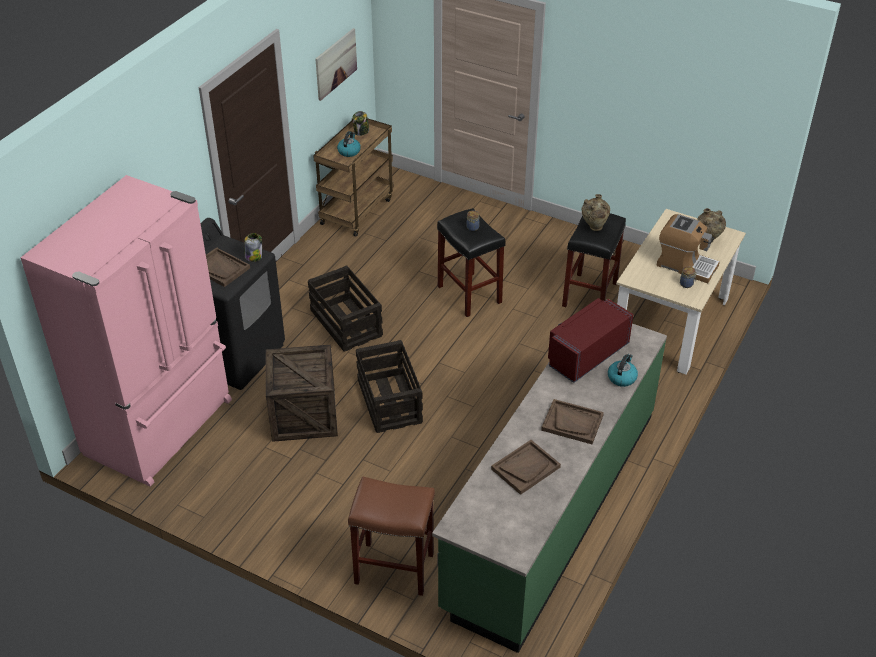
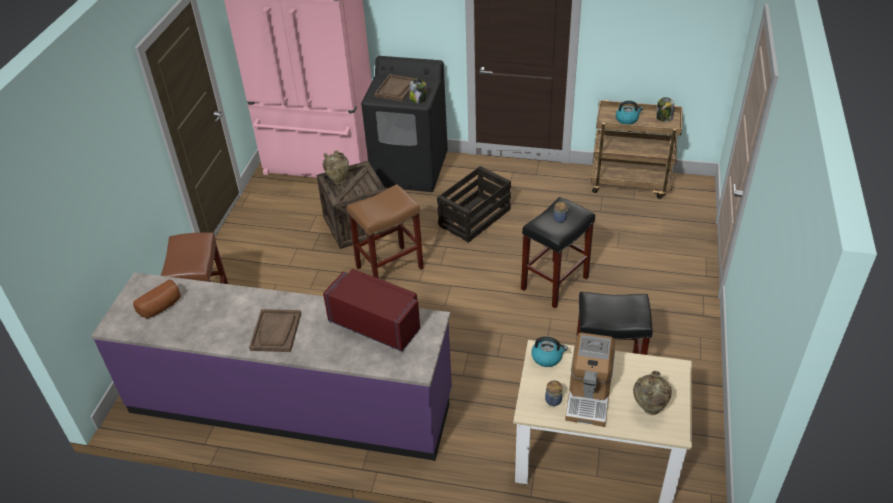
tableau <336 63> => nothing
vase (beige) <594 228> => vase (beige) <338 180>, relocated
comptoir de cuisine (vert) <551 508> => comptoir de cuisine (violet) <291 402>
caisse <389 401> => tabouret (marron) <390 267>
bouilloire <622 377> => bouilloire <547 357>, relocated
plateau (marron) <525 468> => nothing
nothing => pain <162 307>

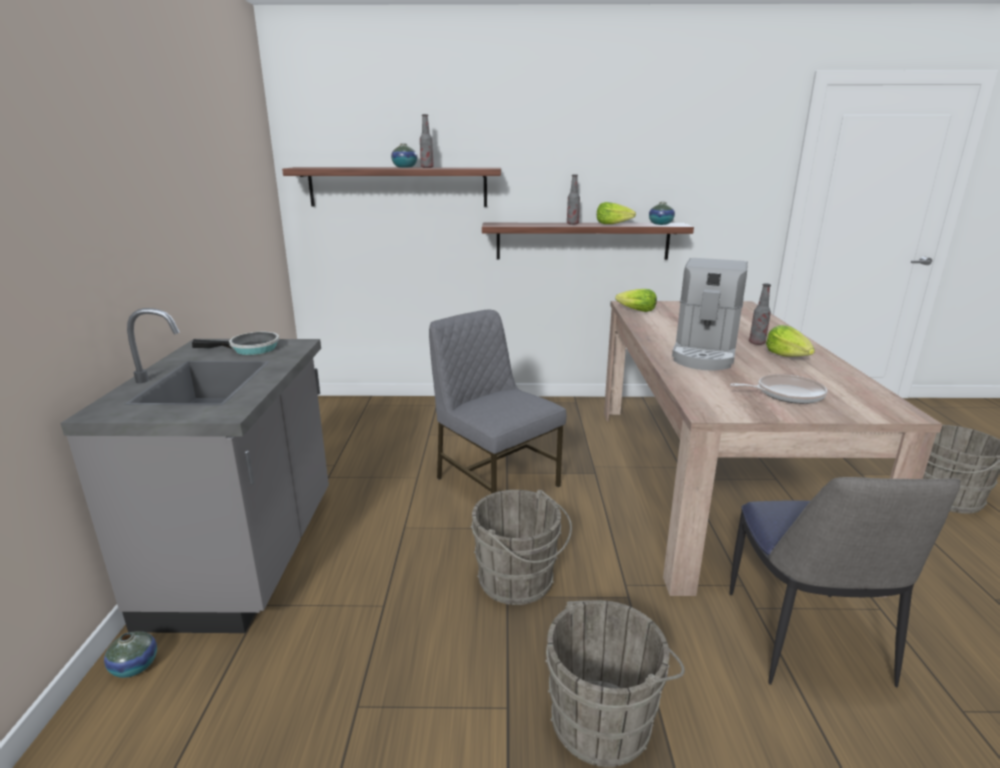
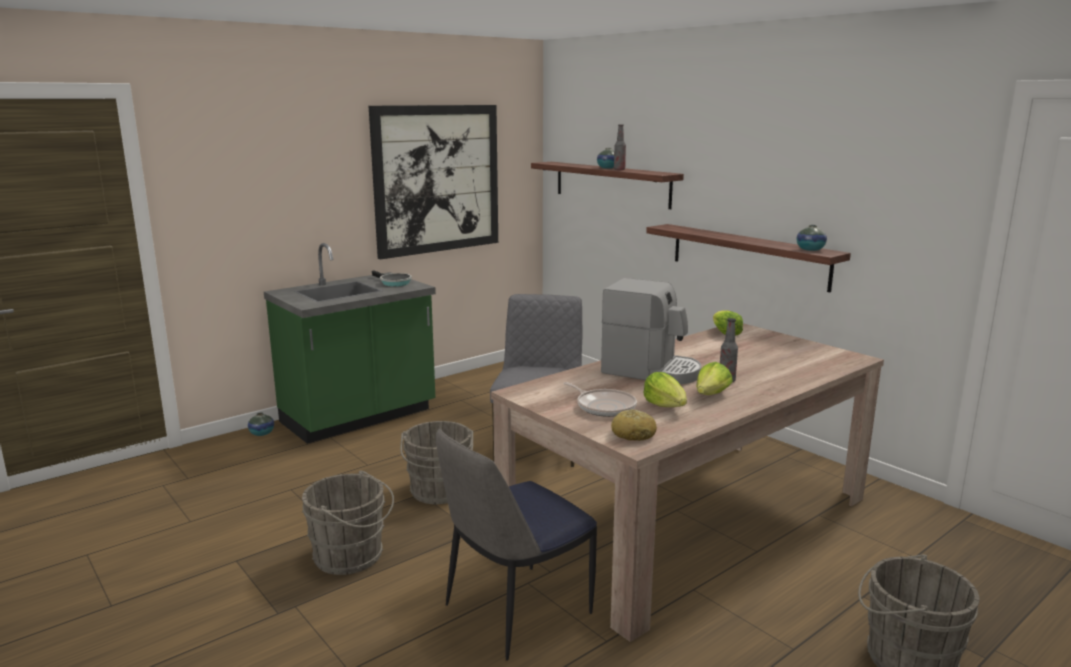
bouteille <572 224> => nothing
laitue <613 224> => laitue <666 406>, relocated
machine à café <704 354> => machine à café <651 371>, 135 degrees counterclockwise
comptoir de cuisine (gris) <248 558> => comptoir de cuisine (vert) <359 417>
nothing => tableau <437 179>
nothing => pain <633 434>

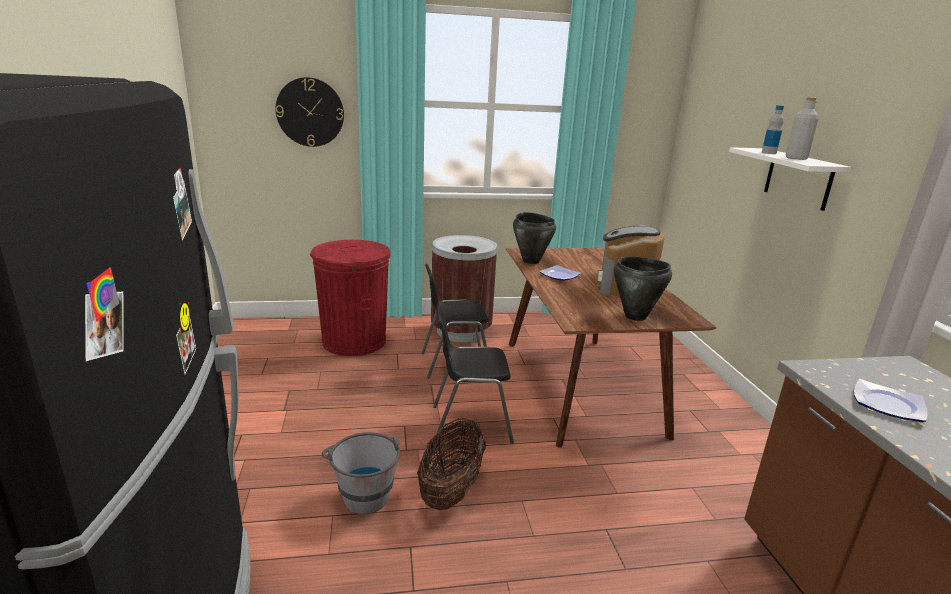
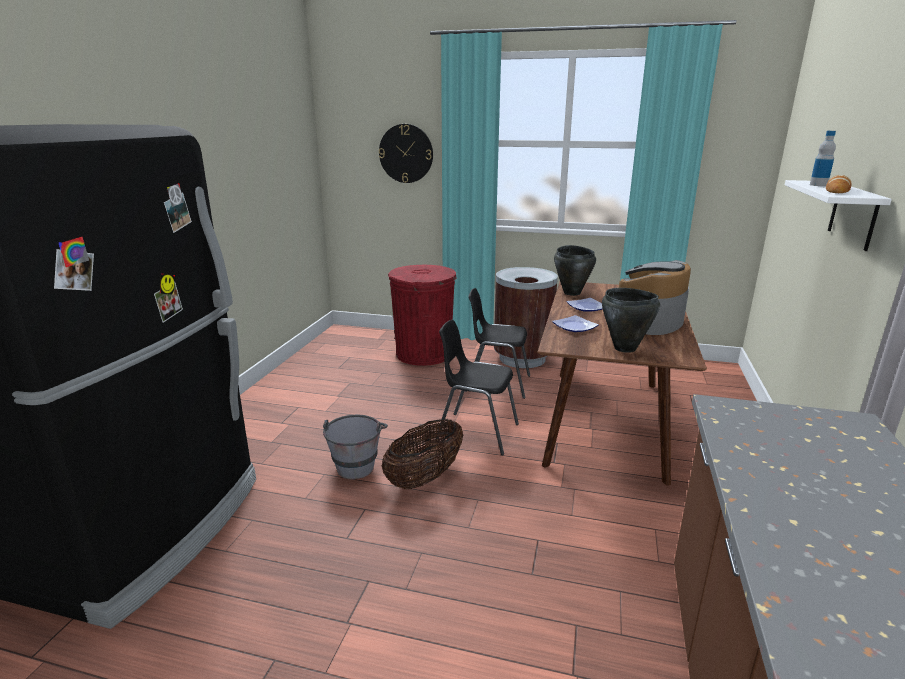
bouteille (gris) <796 158> => pain <837 190>
assiette <886 404> => assiette <574 326>, relocated

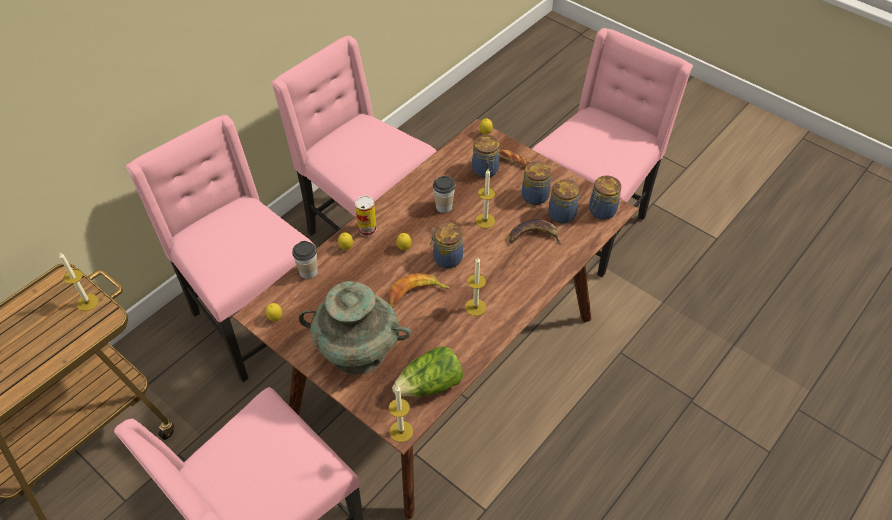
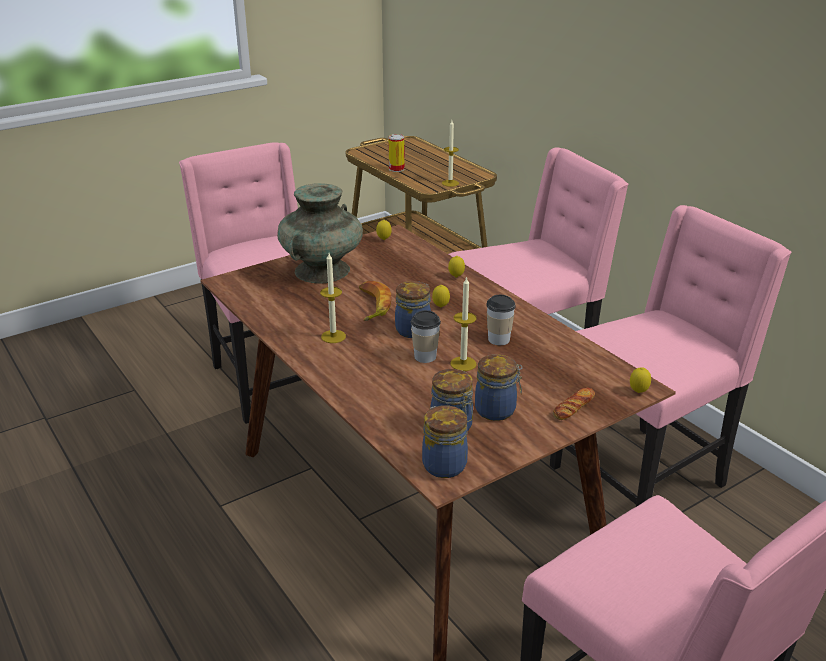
bocal <485 170> => nothing
boîte métallique <367 229> => boîte métallique <396 169>, relocated
banane <533 236> => nothing
tasse <308 272> => tasse <425 356>, relocated
laitue <430 385> => nothing
bougie <401 431> => nothing

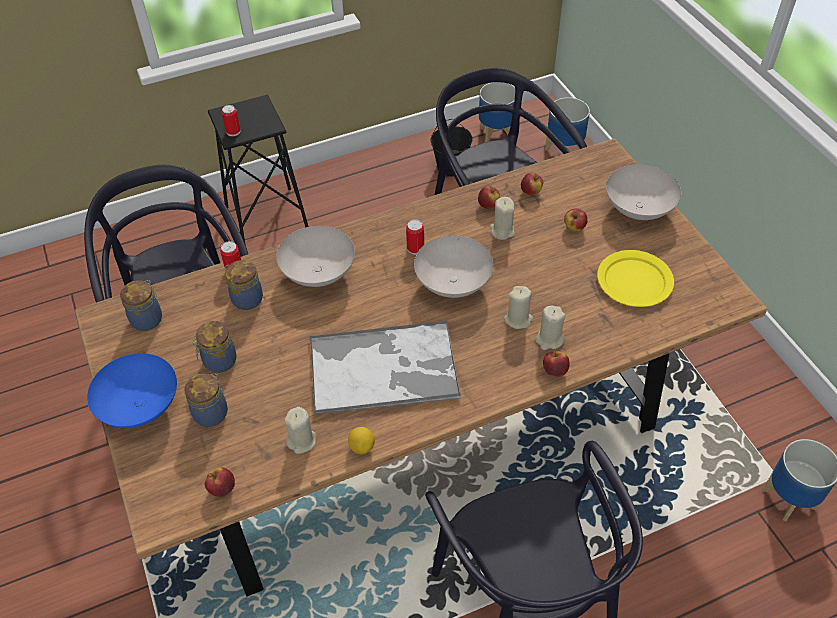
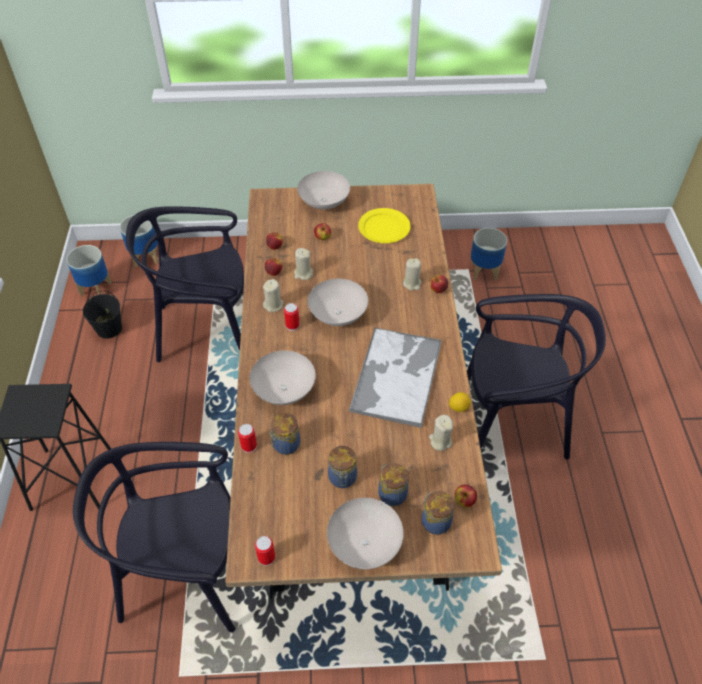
boîte métallique <233 131> => boîte métallique <266 557>, relocated
bocal <148 318> => bocal <435 521>, relocated
bougie (beige) <518 319> => bougie (beige) <273 305>, relocated
bol (bleu) <141 408> => bol (blanc) <366 544>

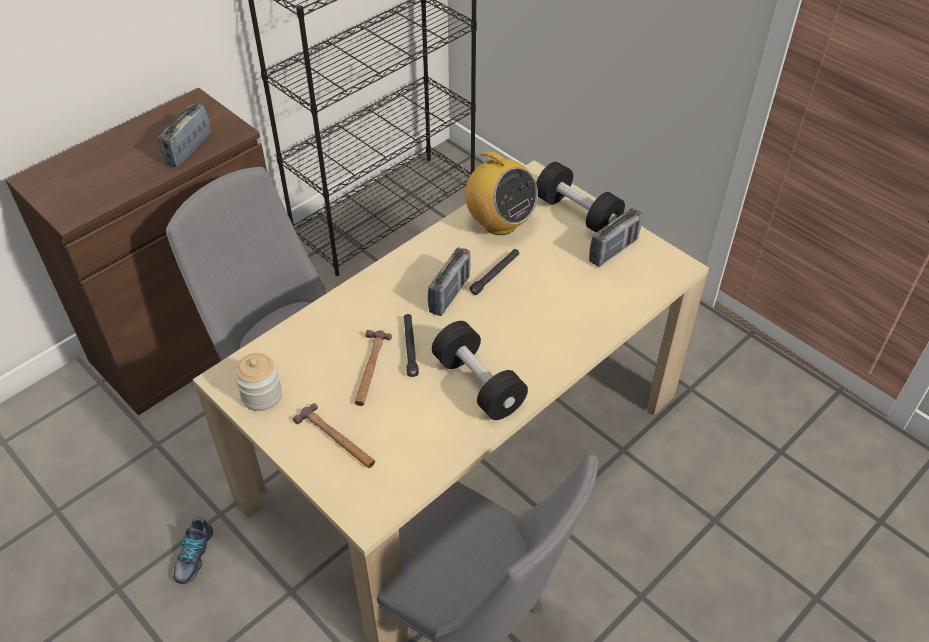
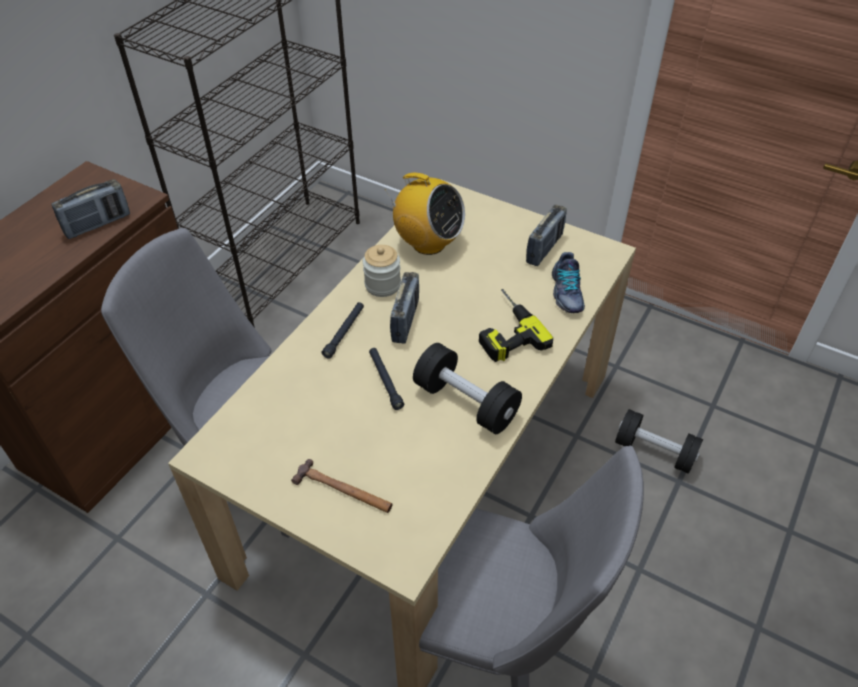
radio <189 149> => radio <98 224>, 135 degrees counterclockwise
haltère (noir) <577 213> => haltère (noir) <654 451>, relocated
lampe de poche (noir) <495 274> => lampe de poche (noir) <344 332>, relocated
marteau <369 369> => nothing
bocal <262 395> => bocal <382 285>, relocated
chaussure <193 555> => chaussure <566 293>, relocated
nothing => perceuse <504 330>

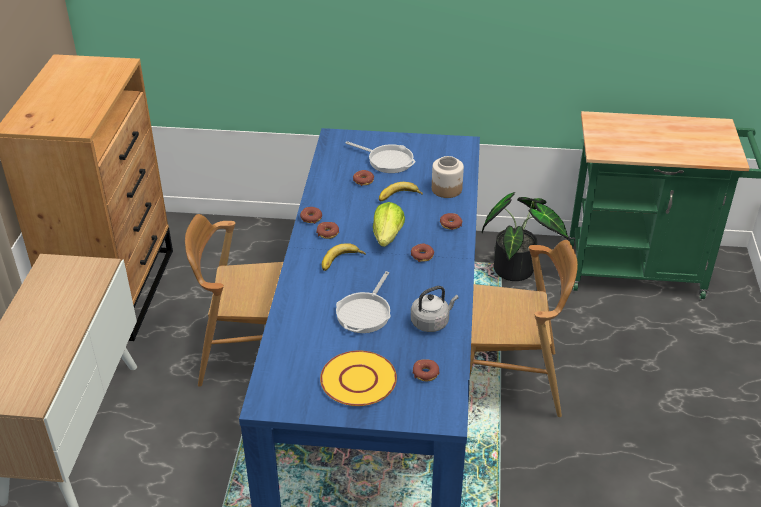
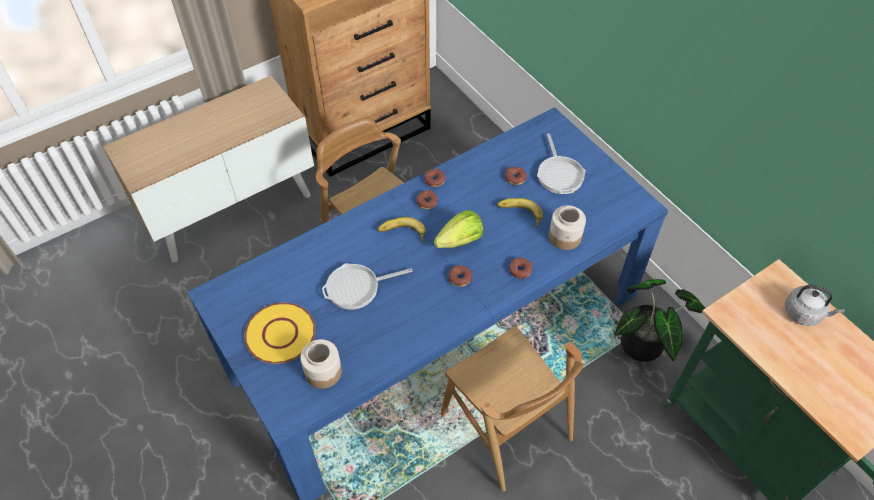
bouilloire (gris) <431 322> => bouilloire (gris) <804 313>, relocated
beignet <425 373> => bocal <323 372>

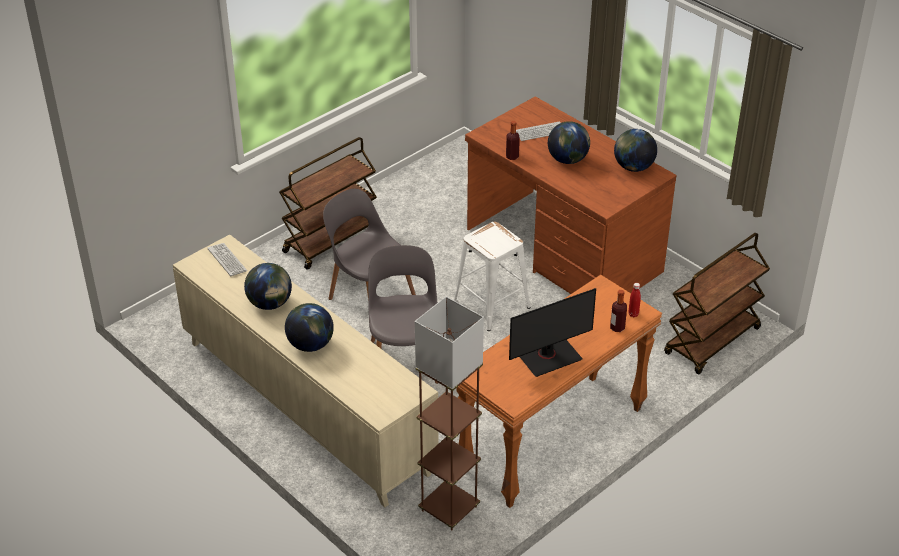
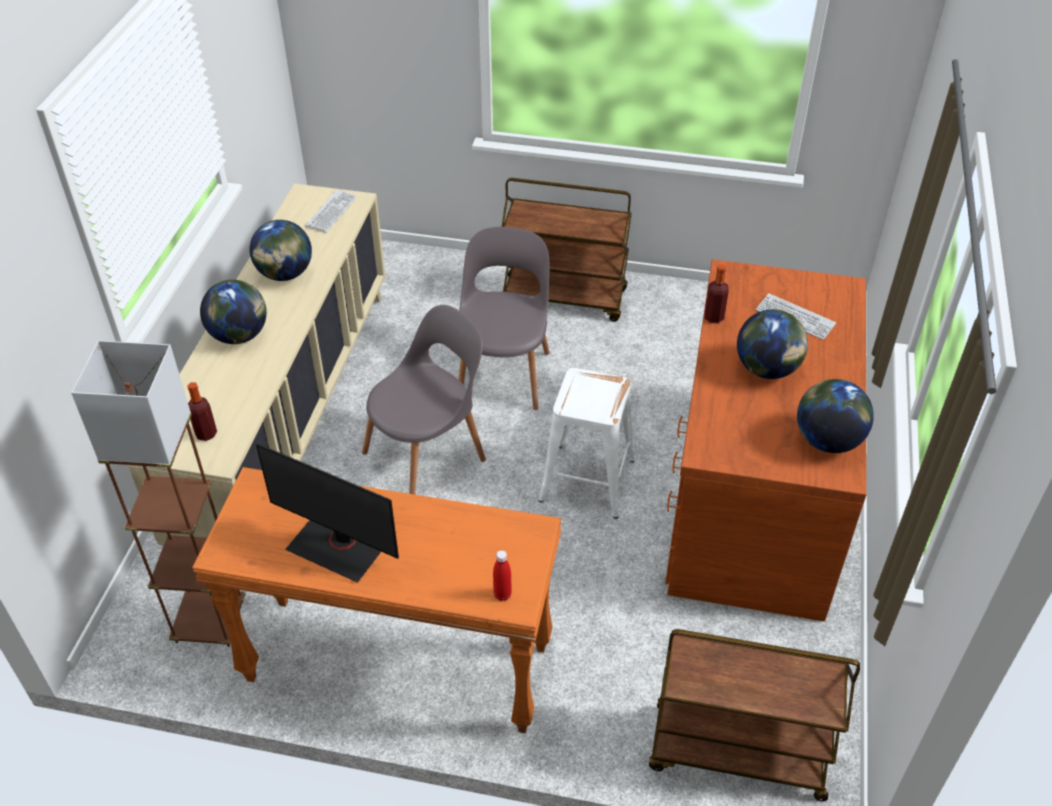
bouteille <617 327> => bouteille <206 434>, relocated

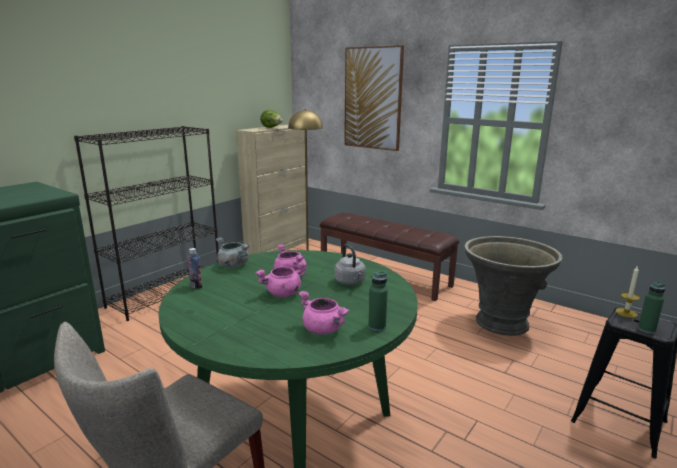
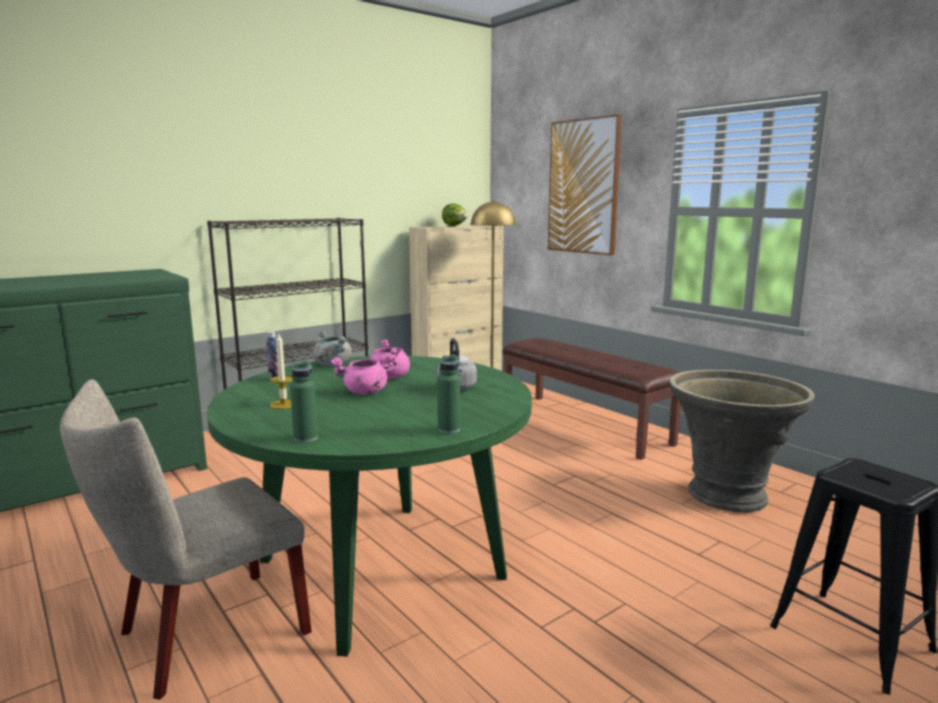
bougie <626 313> => bougie <283 404>, relocated
bouteille (vert) <646 329> => bouteille (vert) <305 438>, relocated
marmite (rose) <324 329> => nothing

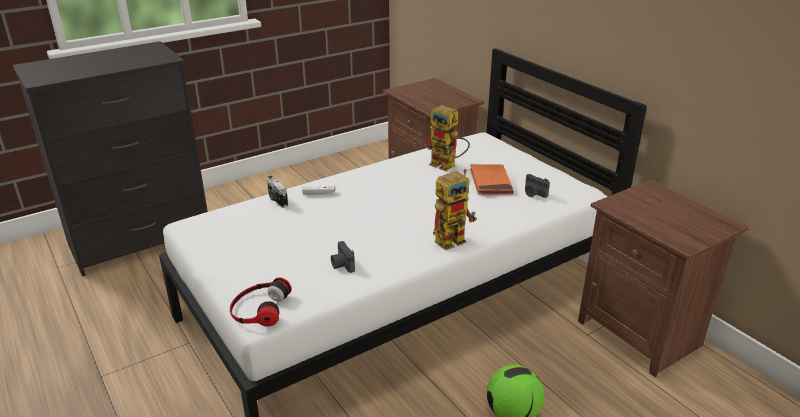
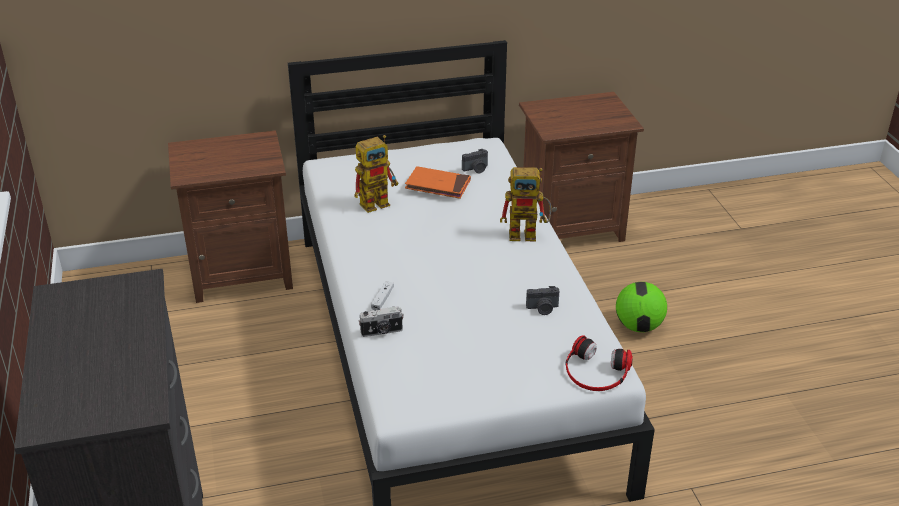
robot jouet <454 238> => robot jouet <529 234>, 105 degrees clockwise

